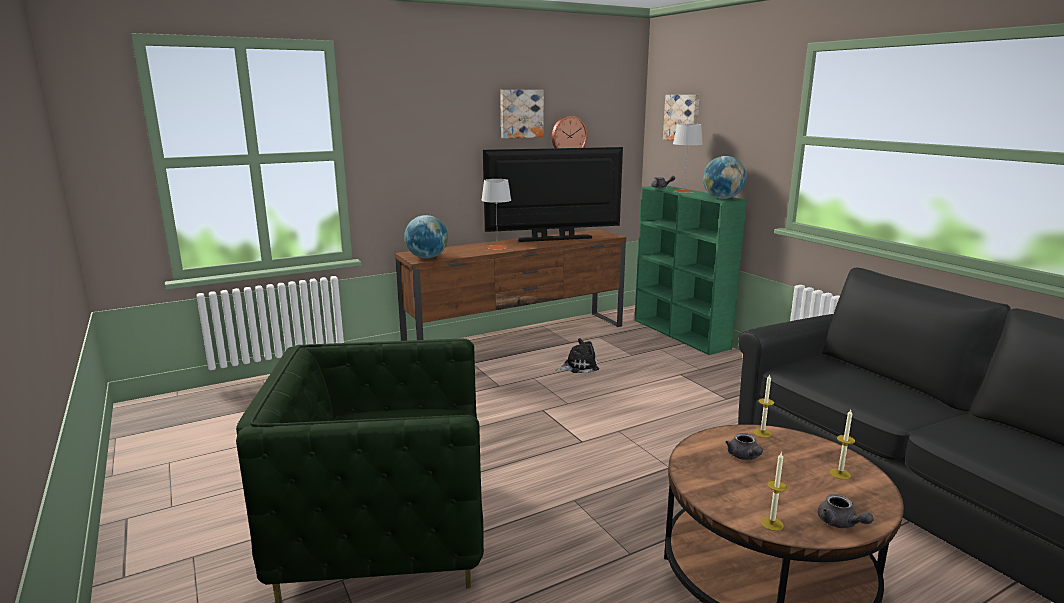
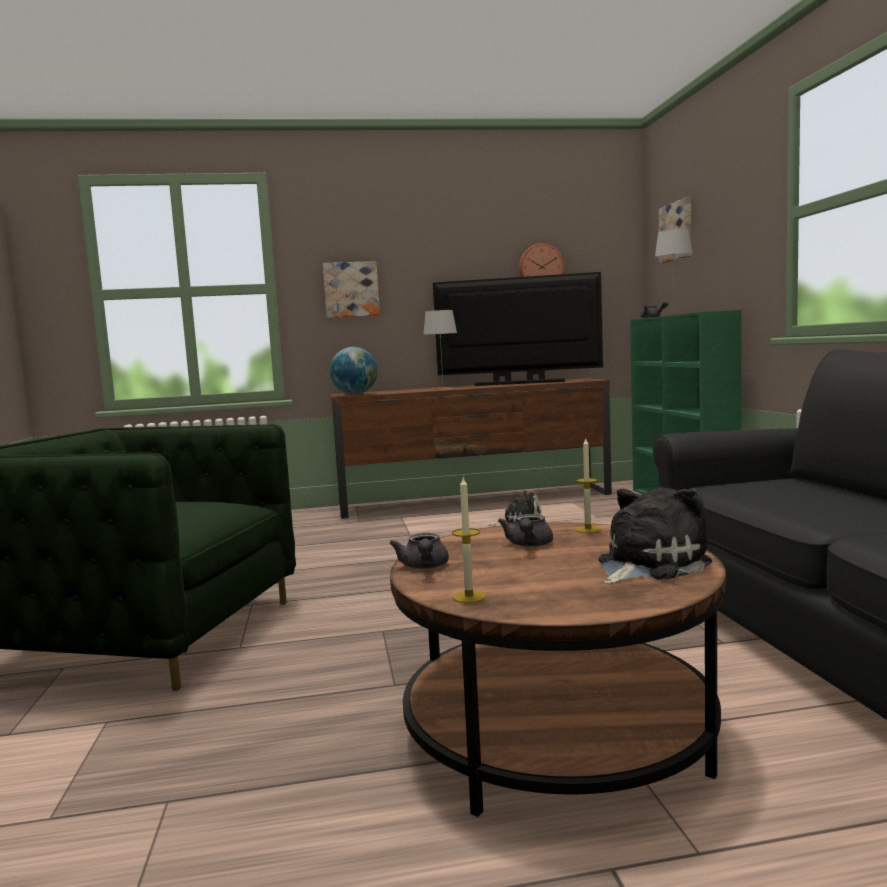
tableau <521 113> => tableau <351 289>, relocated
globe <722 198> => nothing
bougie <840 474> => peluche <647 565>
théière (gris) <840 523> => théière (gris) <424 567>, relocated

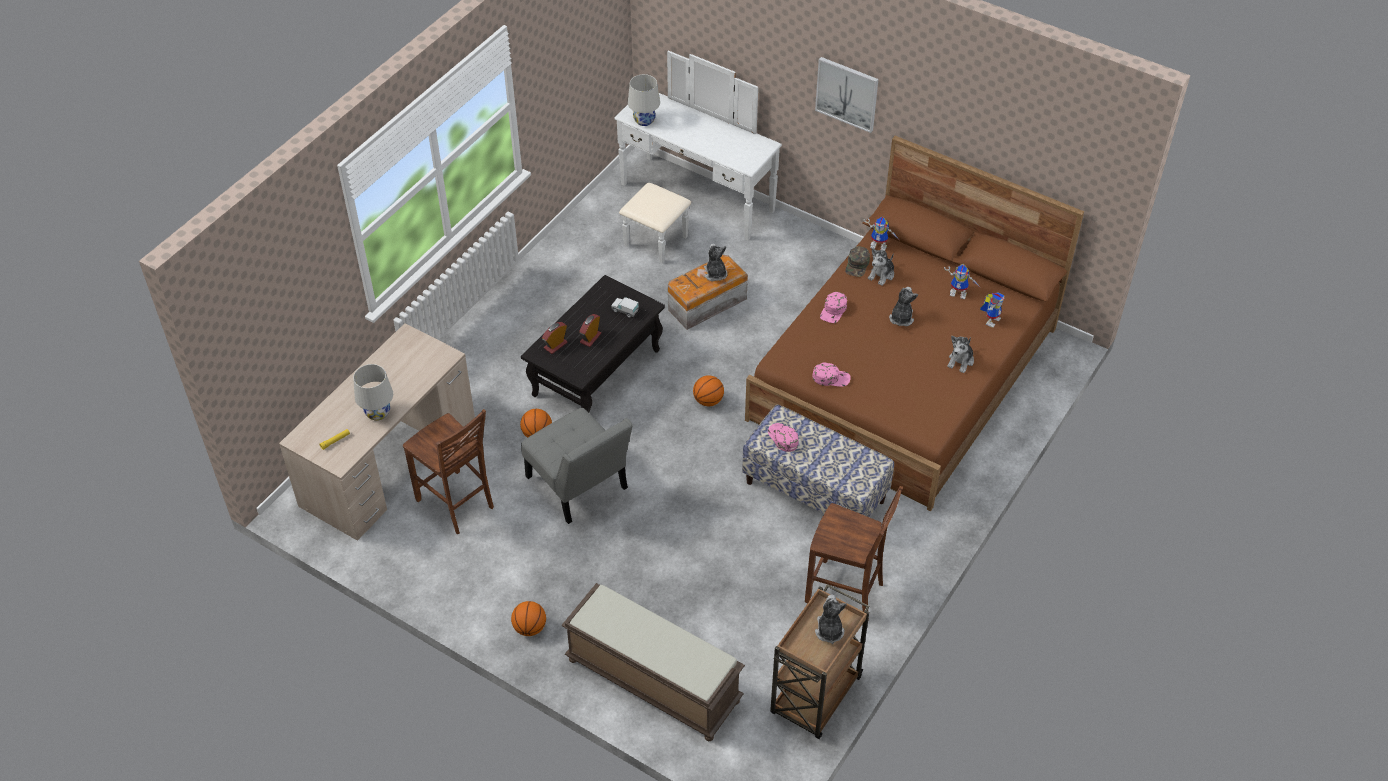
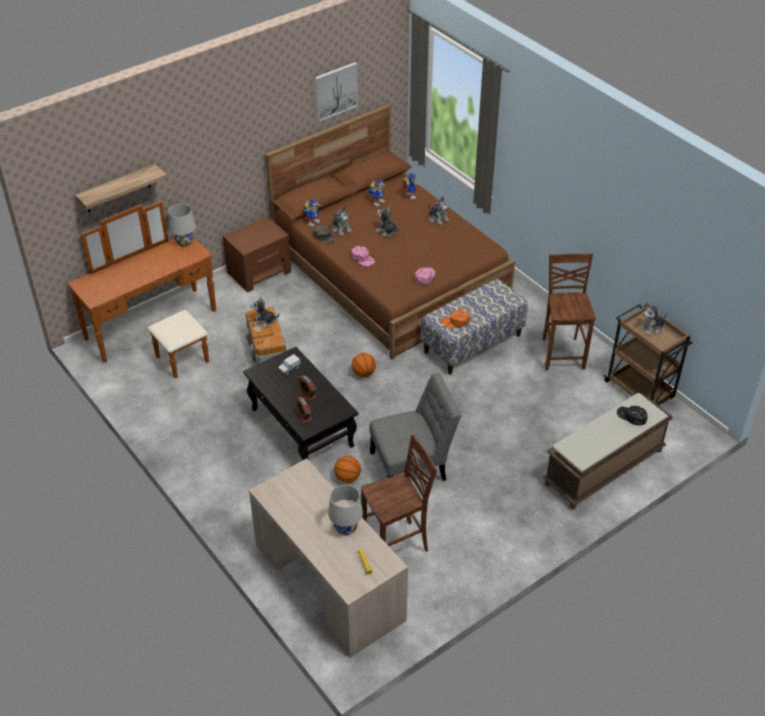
commode (blanc) <688 207> => commode (marron) <158 332>
tableau <847 93> => tableau <336 91>, relocated
lampe de table (blanc) <644 120> => lampe de table (blanc) <184 242>, relocated
casquette (rose) <782 438> => casquette (orange) <455 322>
chaise (marron) <846 593> => chaise (marron) <562 353>, 45 degrees counterclockwise
peluche <829 630> => peluche <651 328>, 45 degrees counterclockwise
ballon de basket <530 628> => nothing
nothing => étagère <117 189>
nothing => table de chevet (marron) <259 272>
nothing => casquette (noir) <631 416>

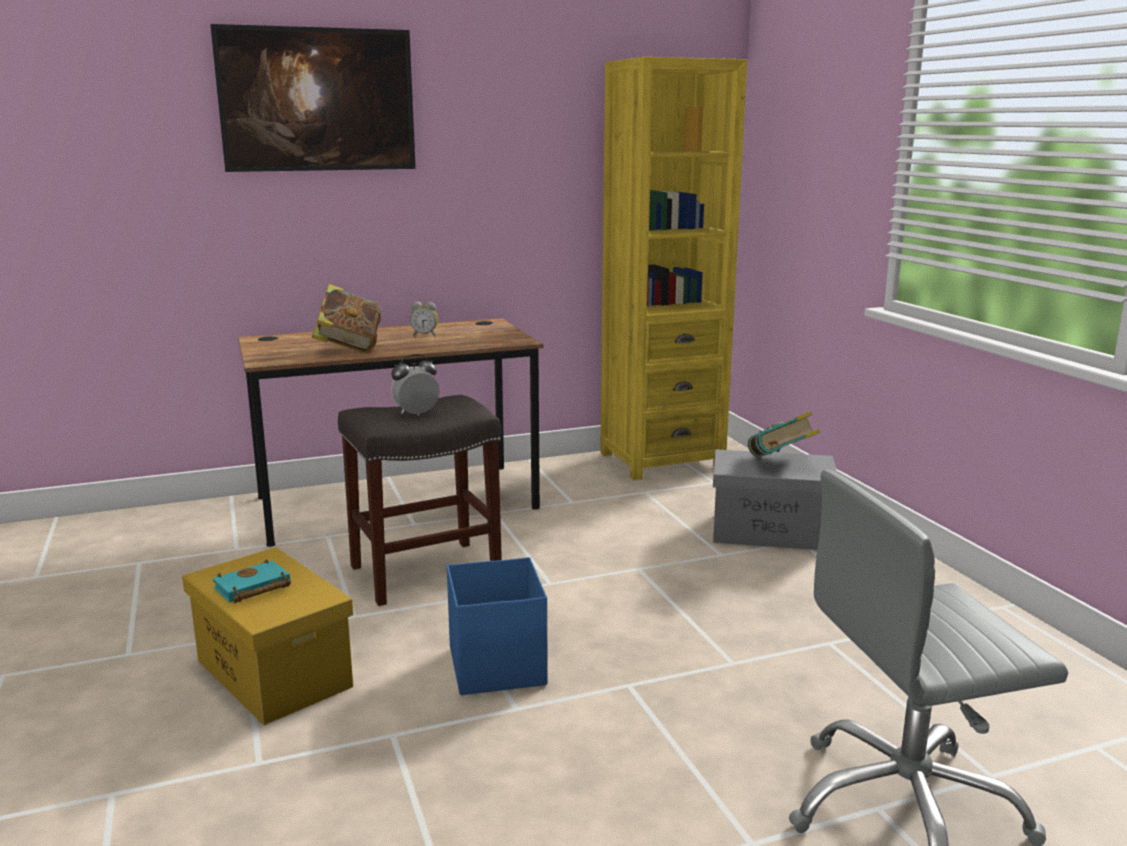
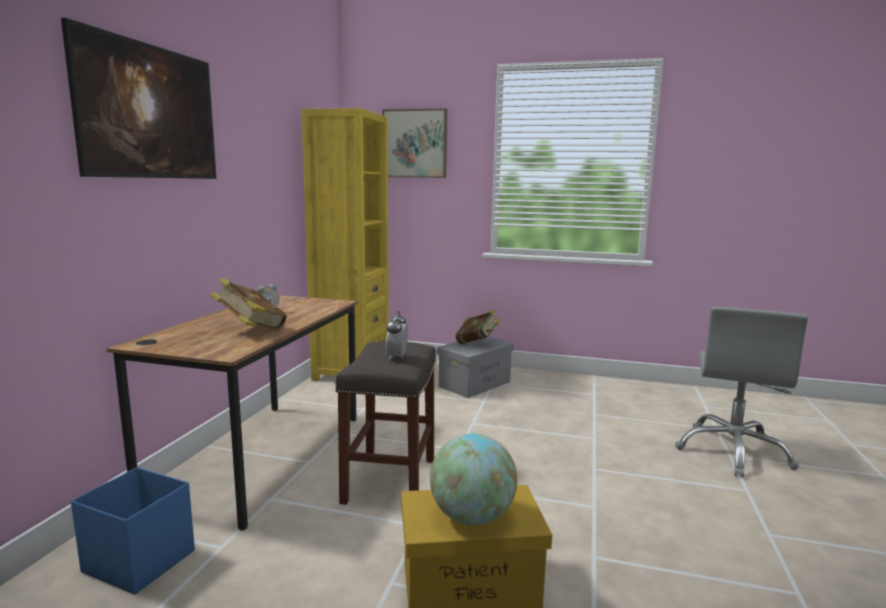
boîte de rangement (bleu) <497 665> => boîte de rangement (bleu) <139 561>, relocated
livre (turquoise) <252 589> => globe <472 517>
nothing => tableau <414 144>

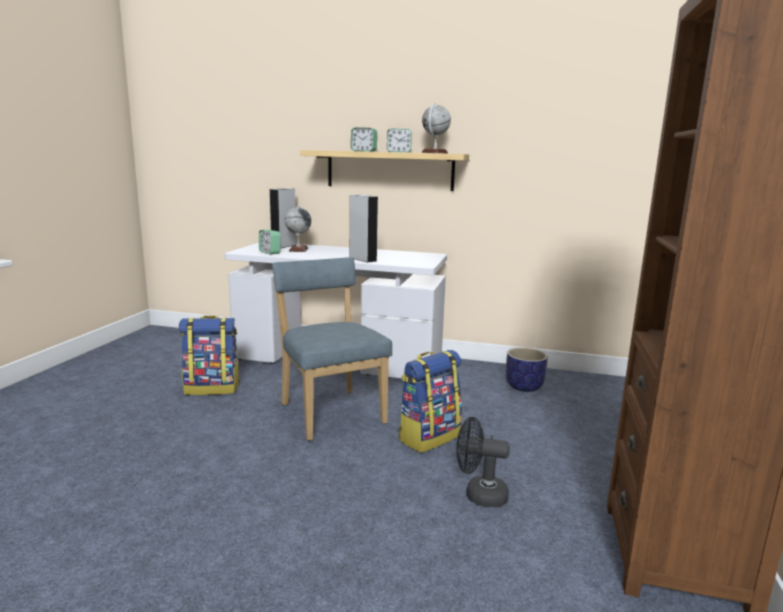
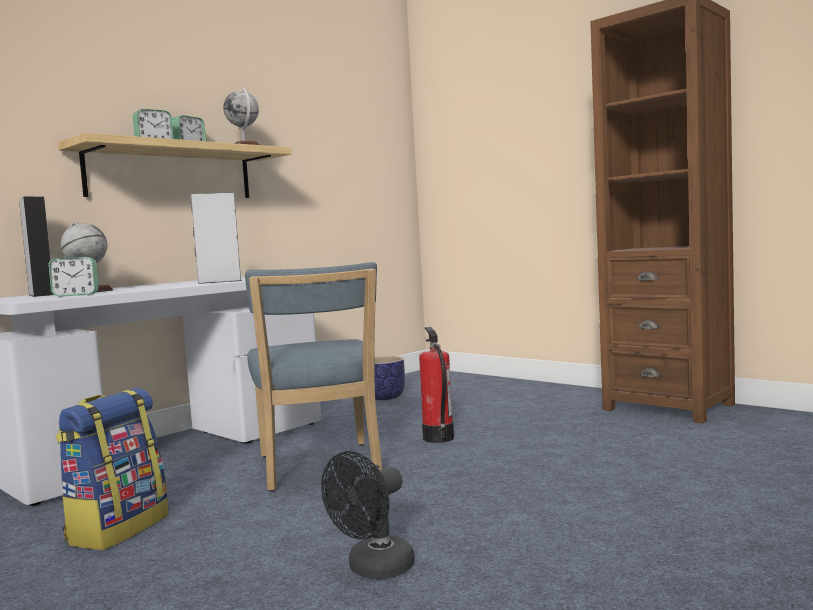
chaise (bleu) <330 411> => chaise (bleu) <319 468>, 105 degrees counterclockwise
sac à dos <429 437> => extincteur <438 438>
ventilateur (noir) <479 495> => ventilateur (noir) <374 570>, relocated

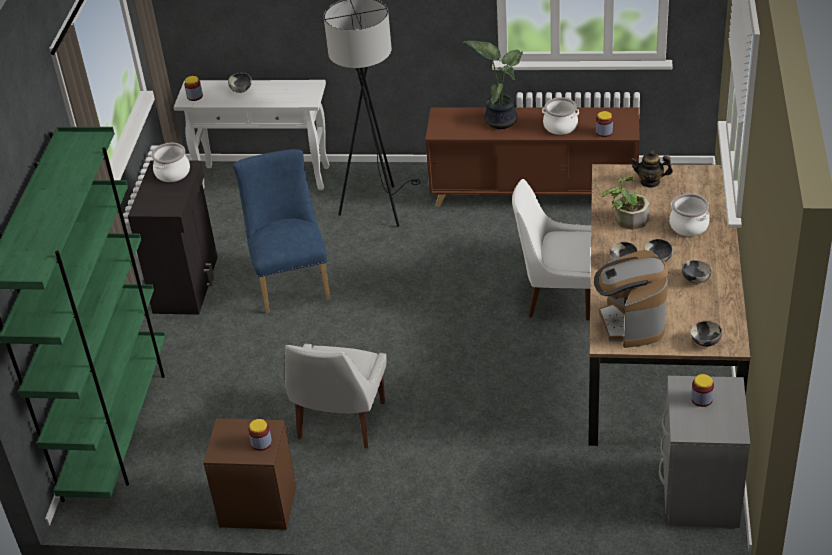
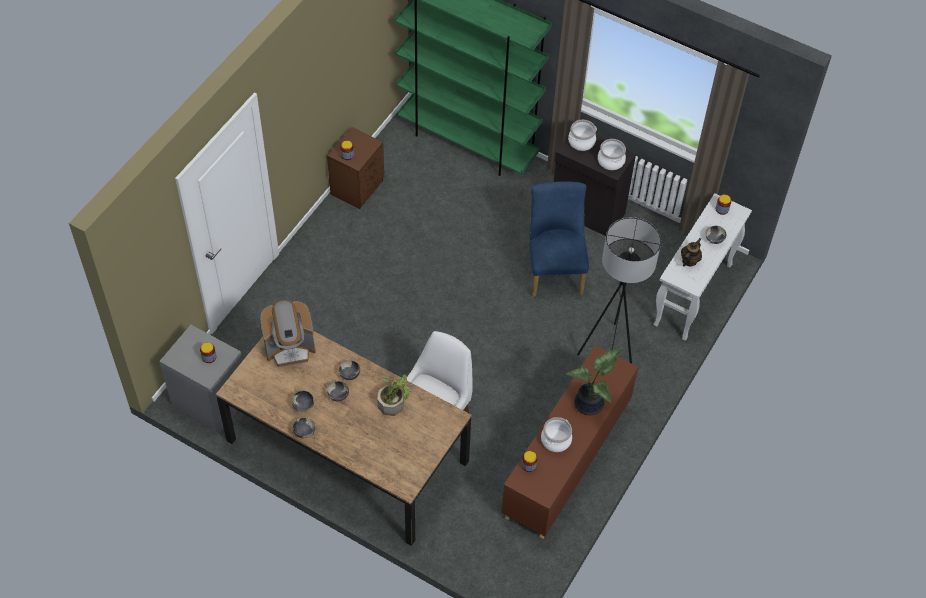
chaise (bleu) <291 280> => chaise (bleu) <554 269>, 105 degrees counterclockwise
théière <650 182> => théière <689 261>, relocated
marmite <688 226> => marmite <581 141>, relocated
machine à café <631 323> => machine à café <290 348>, 150 degrees clockwise
bol <705 342> => bol <304 432>, relocated
chaise (blanc) <340 423> => nothing

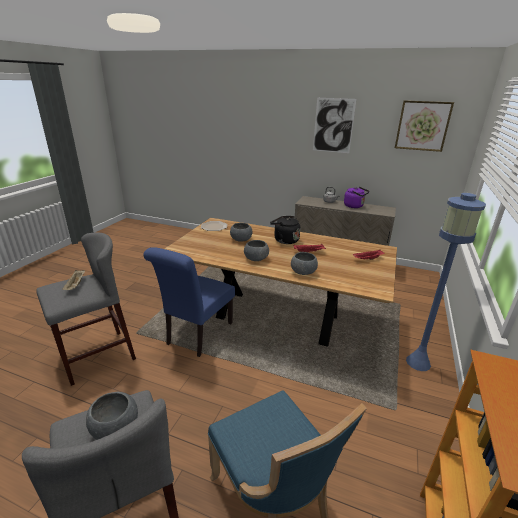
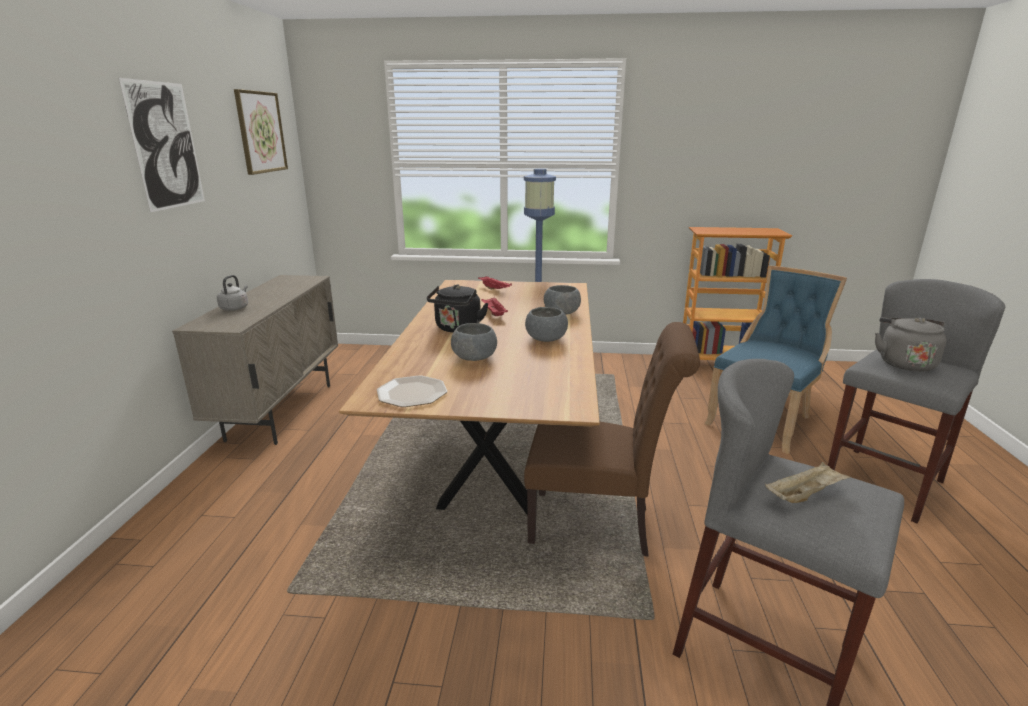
bouilloire (violet) <354 206> => nothing
chaise (bleu) <197 335> => chaise (marron) <599 524>
bol (gris) <115 428> => bouilloire (gris) <904 363>

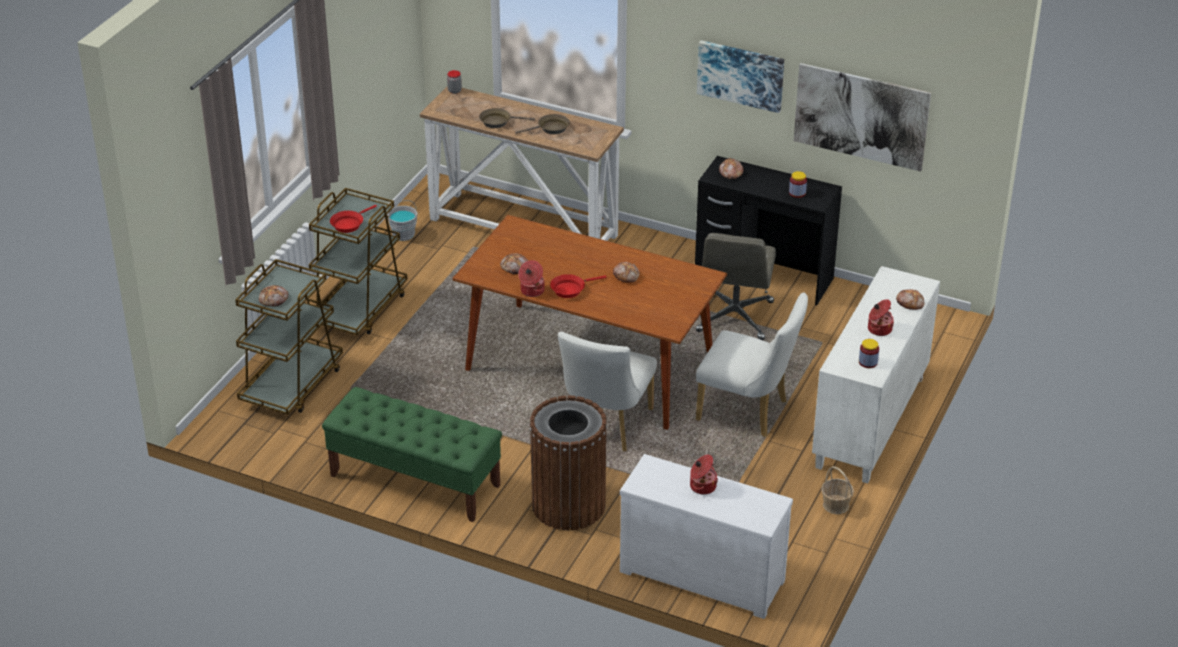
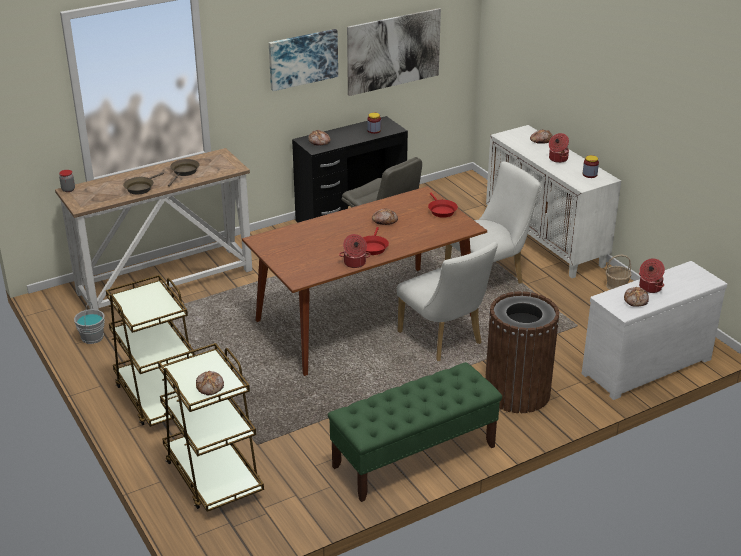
poêle (rouge) <349 224> => poêle (rouge) <441 210>, relocated
pain <515 267> => pain <636 300>, relocated

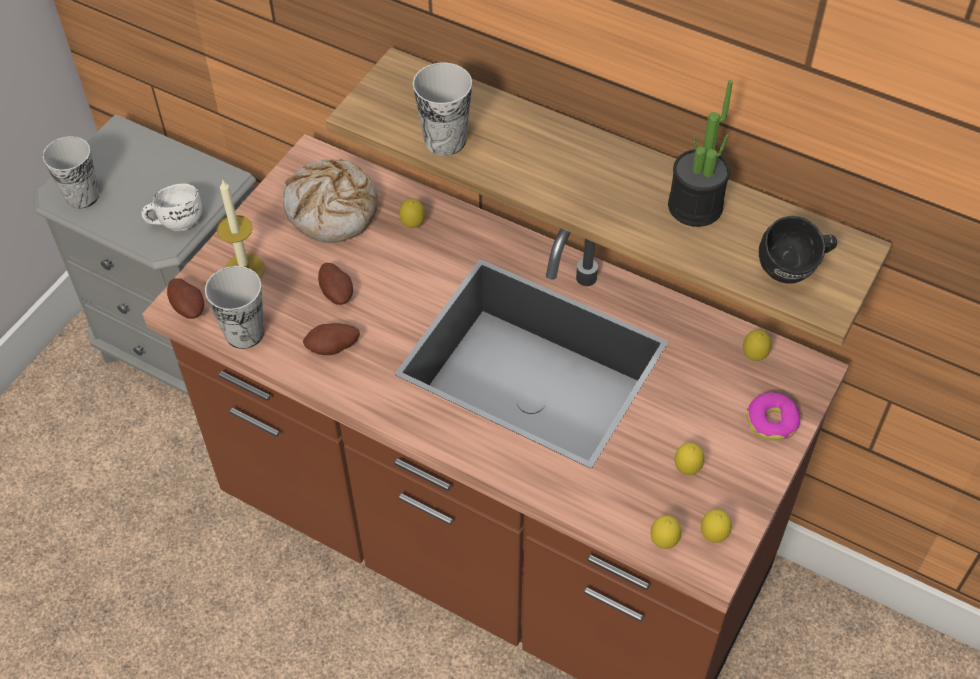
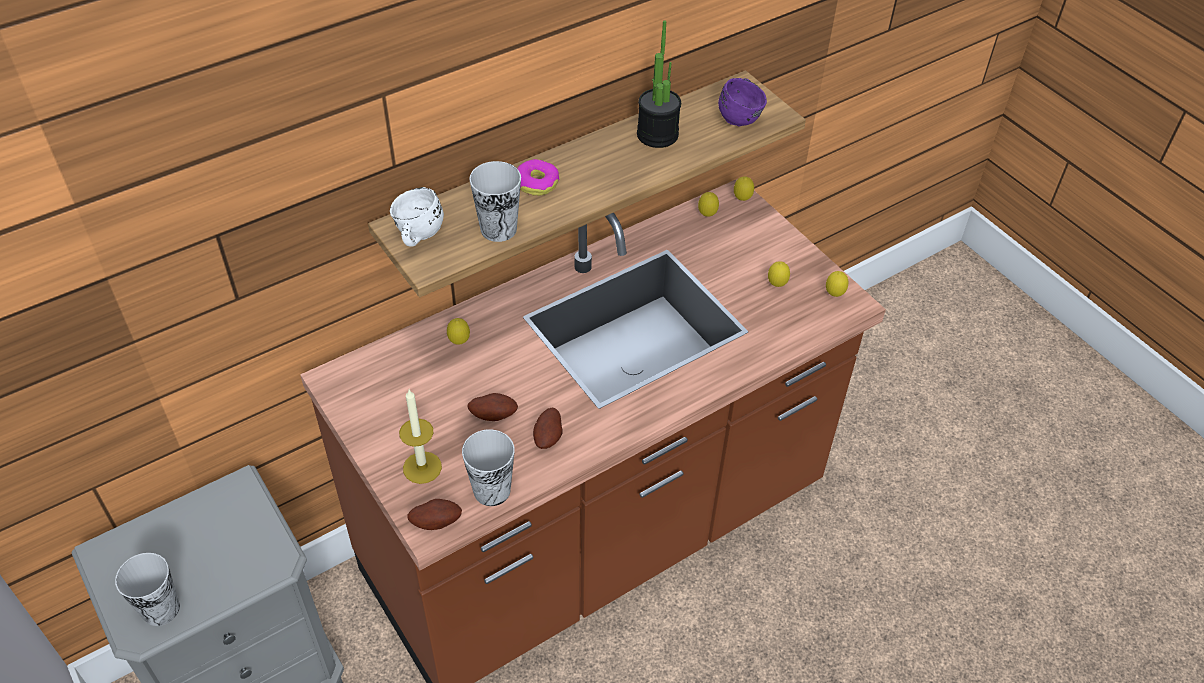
pain <332 210> => nothing
mug (blanc) <175 221> => mug (blanc) <416 236>, relocated
mug (noir) <794 270> => mug (violet) <741 116>
beignet <772 421> => beignet <537 183>, relocated
citron <663 542> => citron <742 199>, relocated

